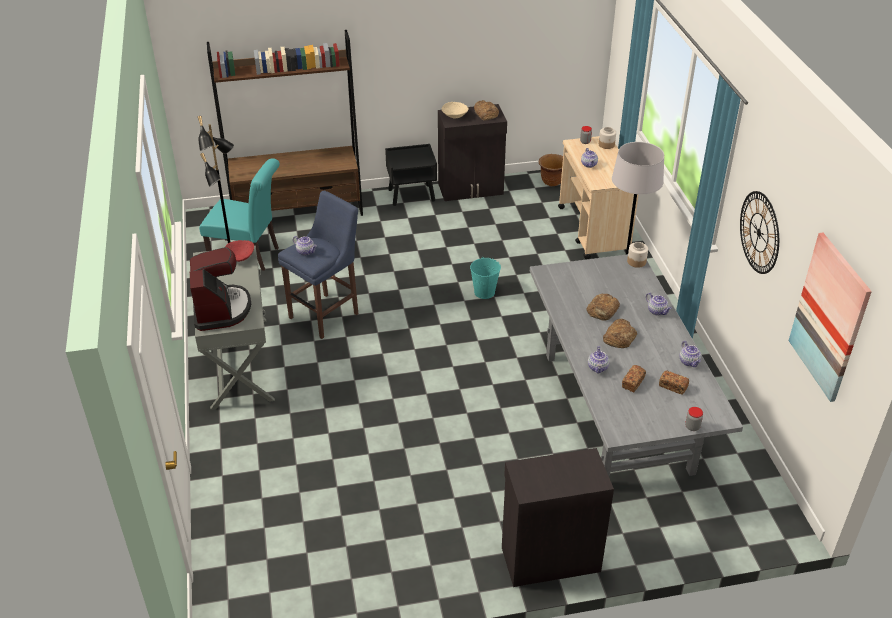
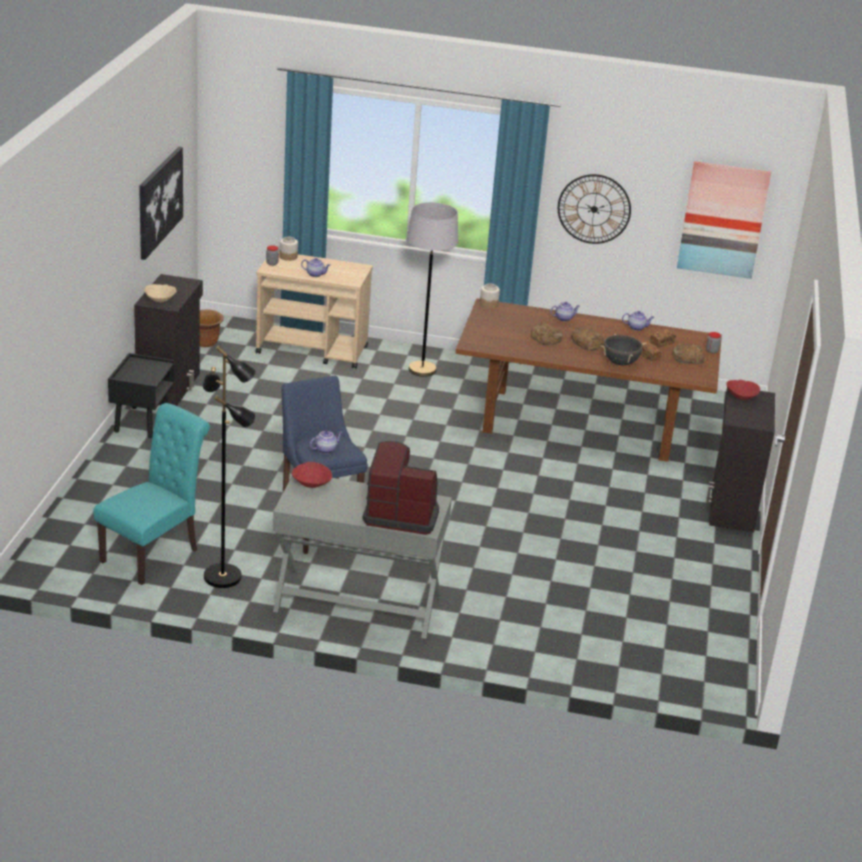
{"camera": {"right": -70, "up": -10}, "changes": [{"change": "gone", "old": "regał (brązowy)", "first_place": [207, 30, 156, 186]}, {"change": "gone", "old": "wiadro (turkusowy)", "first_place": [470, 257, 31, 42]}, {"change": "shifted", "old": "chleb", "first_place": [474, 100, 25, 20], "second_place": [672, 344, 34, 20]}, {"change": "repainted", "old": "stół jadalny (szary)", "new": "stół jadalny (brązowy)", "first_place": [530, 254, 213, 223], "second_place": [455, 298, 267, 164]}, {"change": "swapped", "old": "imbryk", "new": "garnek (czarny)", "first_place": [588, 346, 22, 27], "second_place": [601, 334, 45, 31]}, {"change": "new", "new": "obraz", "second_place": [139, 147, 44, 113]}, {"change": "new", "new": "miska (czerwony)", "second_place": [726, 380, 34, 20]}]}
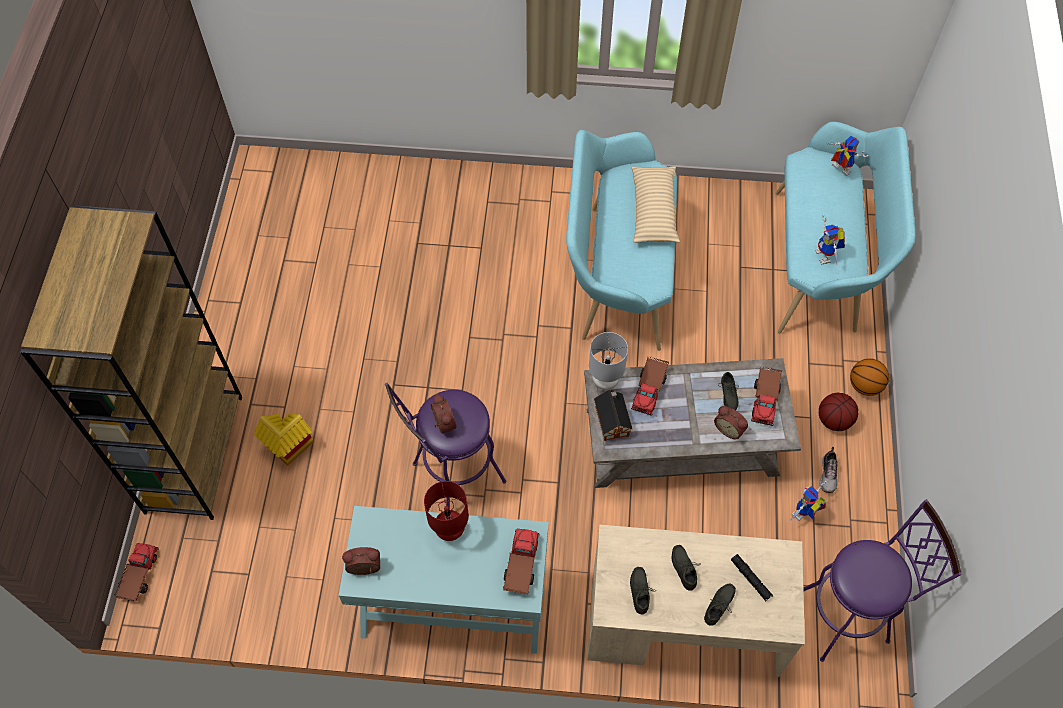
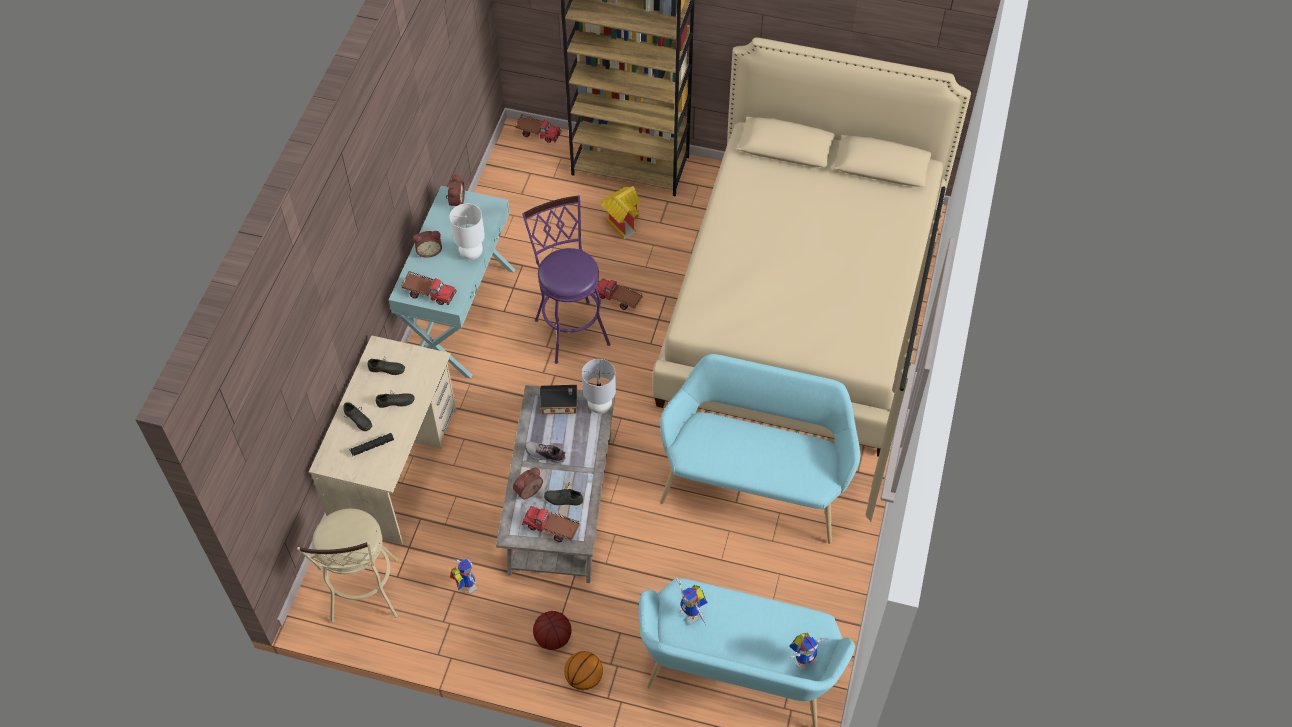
{"camera": {"right": 100, "up": -5}, "changes": [{"change": "repainted", "old": "lampa stołowa (czerwony)", "new": "lampa stołowa (biały)", "first_place": [424, 481, 45, 60], "second_place": [449, 203, 36, 57]}, {"change": "shifted", "old": "budzik", "first_place": [431, 394, 25, 40], "second_place": [413, 231, 29, 27]}, {"change": "gone", "old": "poduszka (beżowy)", "first_place": [631, 166, 49, 77]}, {"change": "shifted", "old": "ciężarówka zabawkowa", "first_place": [631, 357, 38, 59], "second_place": [594, 279, 49, 31]}, {"change": "repainted", "old": "stołek (fioletowy)", "new": "stołek (beżowy)", "first_place": [803, 499, 159, 163], "second_place": [297, 508, 101, 115]}, {"change": "rotated", "old": "robot zabawkowy", "first_place": [815, 214, 30, 51], "second_place": [676, 578, 32, 47], "degrees": -120}, {"change": "shifted", "old": "but", "first_place": [820, 447, 18, 46], "second_place": [525, 442, 41, 22]}, {"change": "new", "new": "łóżko (beżowy)", "second_place": [652, 37, 319, 420]}]}
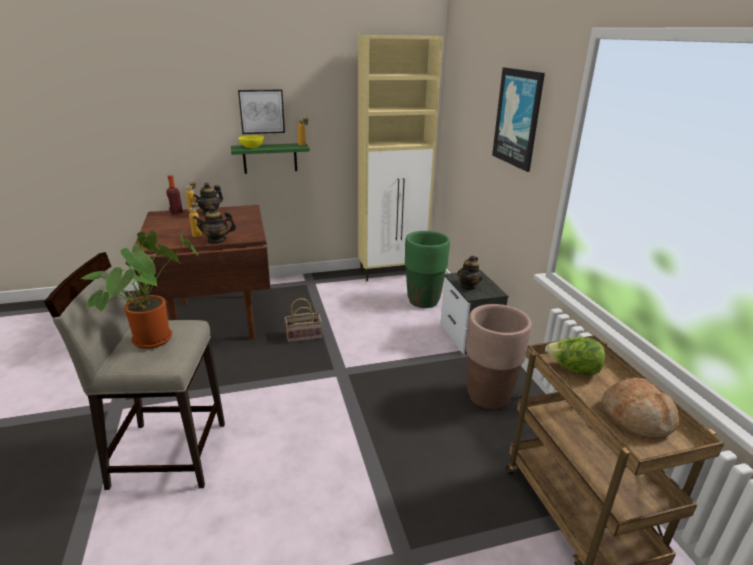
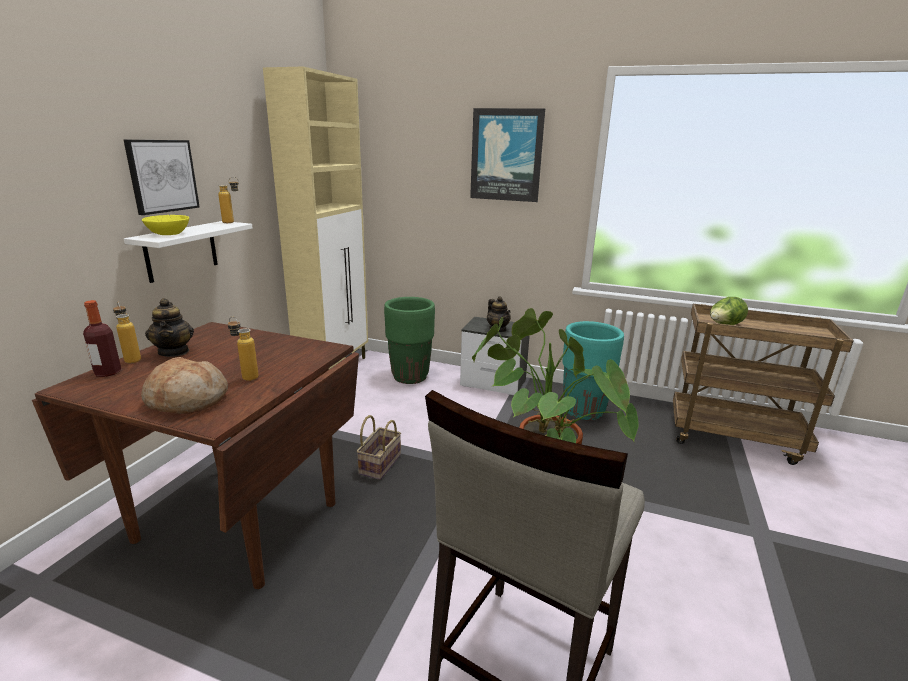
{"camera": {"right": -55, "up": -5}, "changes": [{"change": "gone", "old": "imbryk", "first_place": [193, 206, 43, 38]}, {"change": "repainted", "old": "półka (zielony)", "new": "półka (biały)", "first_place": [231, 143, 79, 31], "second_place": [124, 221, 129, 62]}, {"change": "repainted", "old": "donica (brązowy)", "new": "donica (turkusowy)", "first_place": [466, 304, 66, 106], "second_place": [562, 321, 62, 99]}, {"change": "shifted", "old": "chleb", "first_place": [602, 377, 77, 62], "second_place": [141, 357, 87, 57]}]}
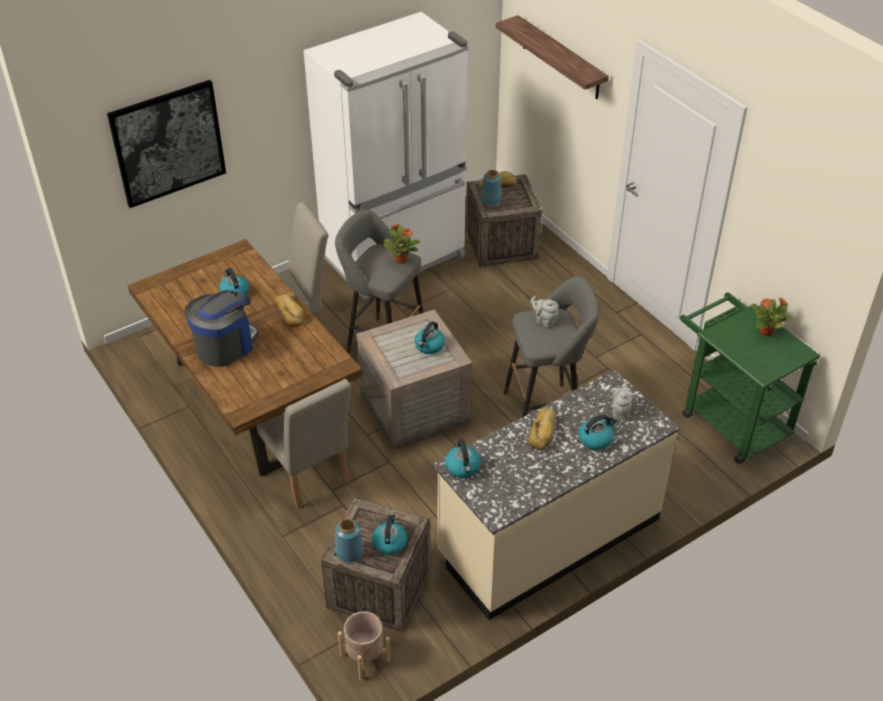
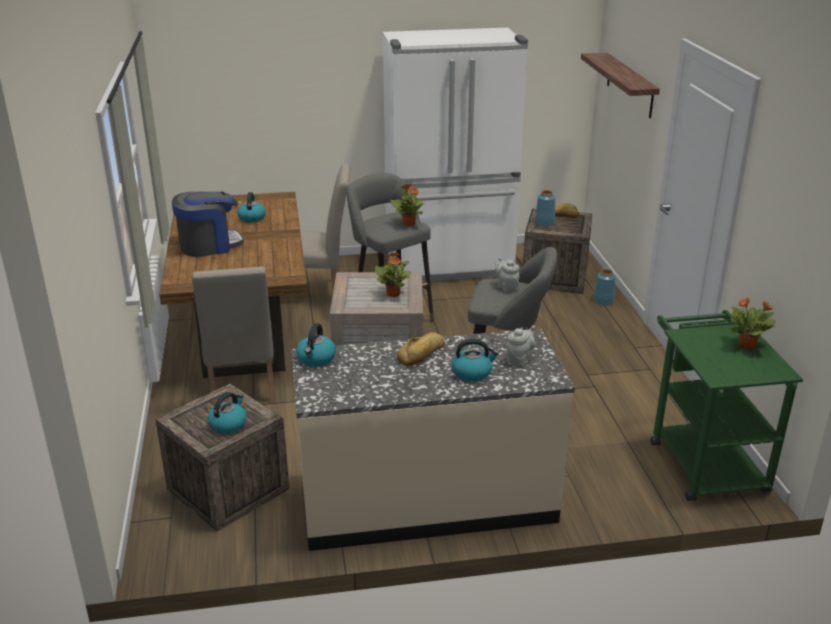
{"camera": {"right": 25, "up": -15}, "changes": [{"change": "gone", "old": "obraz", "first_place": [107, 80, 119, 128]}, {"change": "gone", "old": "chleb", "first_place": [276, 294, 28, 33]}, {"change": "shifted", "old": "wazon (niebieski)", "first_place": [336, 519, 28, 44], "second_place": [593, 269, 22, 37]}, {"change": "gone", "old": "donica (beżowy)", "first_place": [338, 611, 53, 69]}, {"change": "swapped", "old": "czajnik", "new": "roślina doniczkowa", "first_place": [415, 321, 30, 33], "second_place": [375, 252, 36, 45]}]}
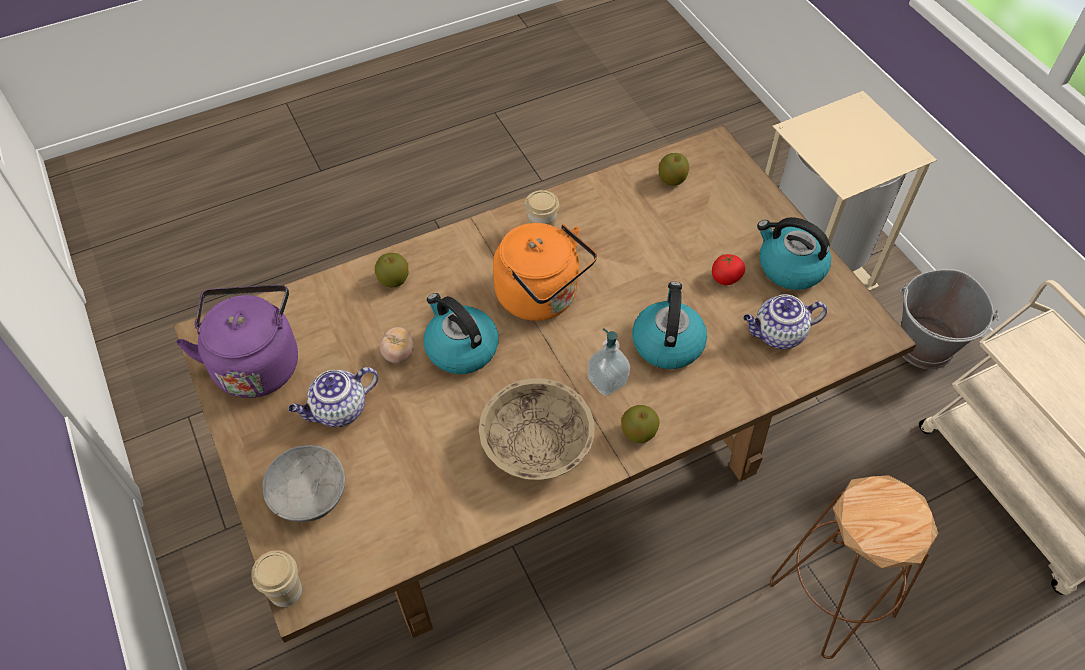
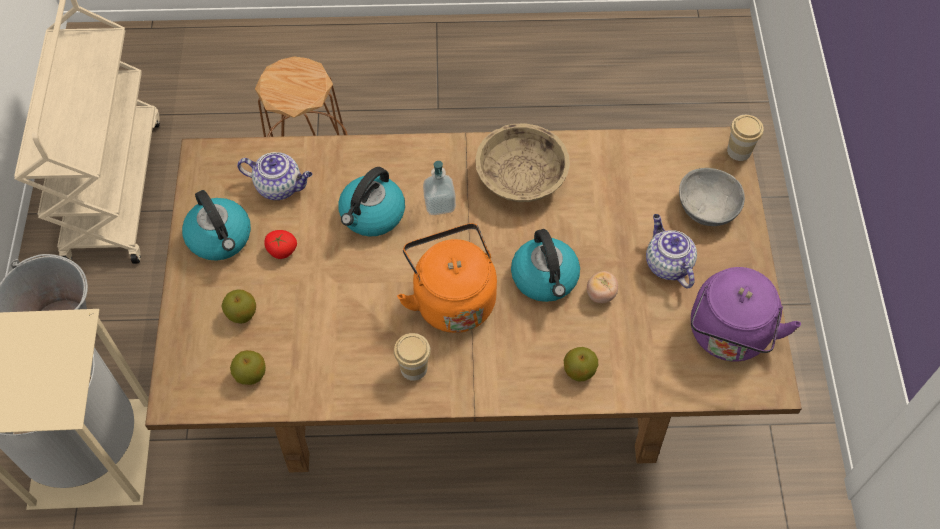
{"camera": {"right": -155, "up": 5}, "changes": [{"change": "rotated", "old": "imbryk", "first_place": [288, 367, 90, 60], "second_place": [646, 214, 51, 74], "degrees": -105}, {"change": "shifted", "old": "jabłko", "first_place": [621, 405, 38, 38], "second_place": [221, 289, 35, 35]}]}
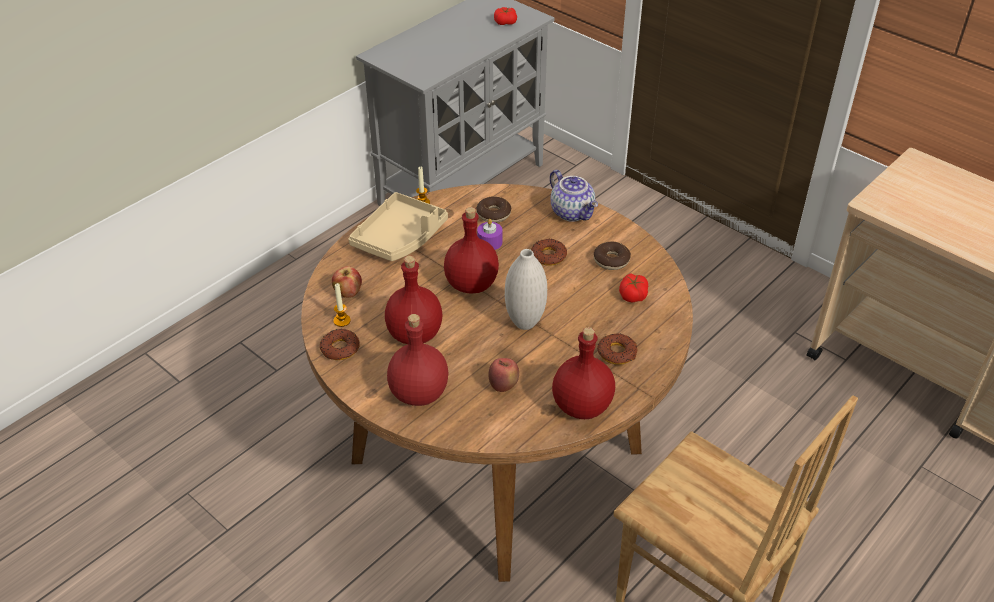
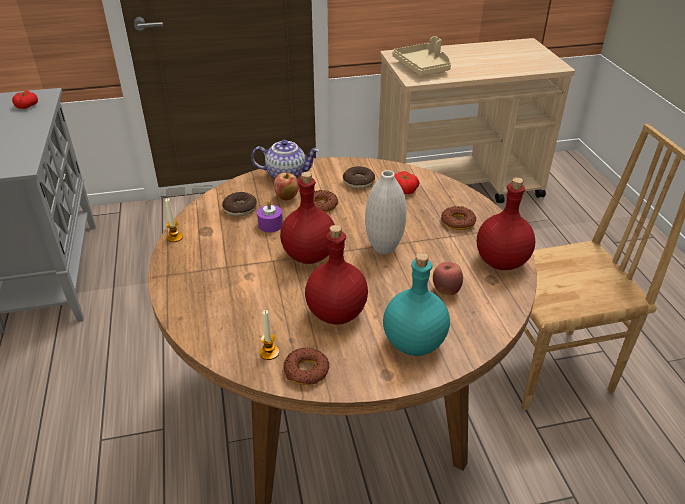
{"camera": {"right": -55, "up": -5}, "changes": [{"change": "shifted", "old": "jabłko", "first_place": [332, 266, 30, 32], "second_place": [274, 173, 25, 28]}, {"change": "shifted", "old": "taca (beżowy)", "first_place": [348, 192, 100, 69], "second_place": [393, 36, 58, 40]}, {"change": "repainted", "old": "butelka (czerwony)", "new": "butelka (turkusowy)", "first_place": [387, 314, 61, 92], "second_place": [383, 253, 67, 103]}]}
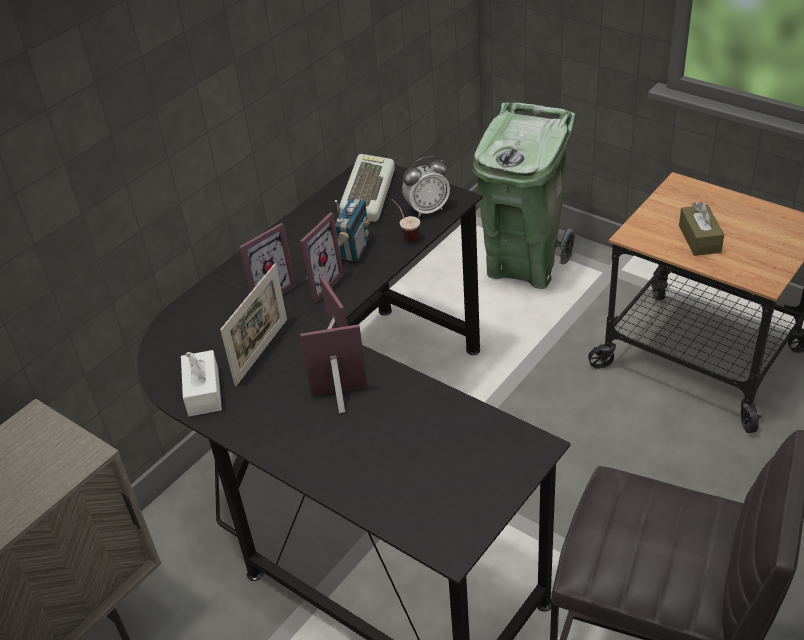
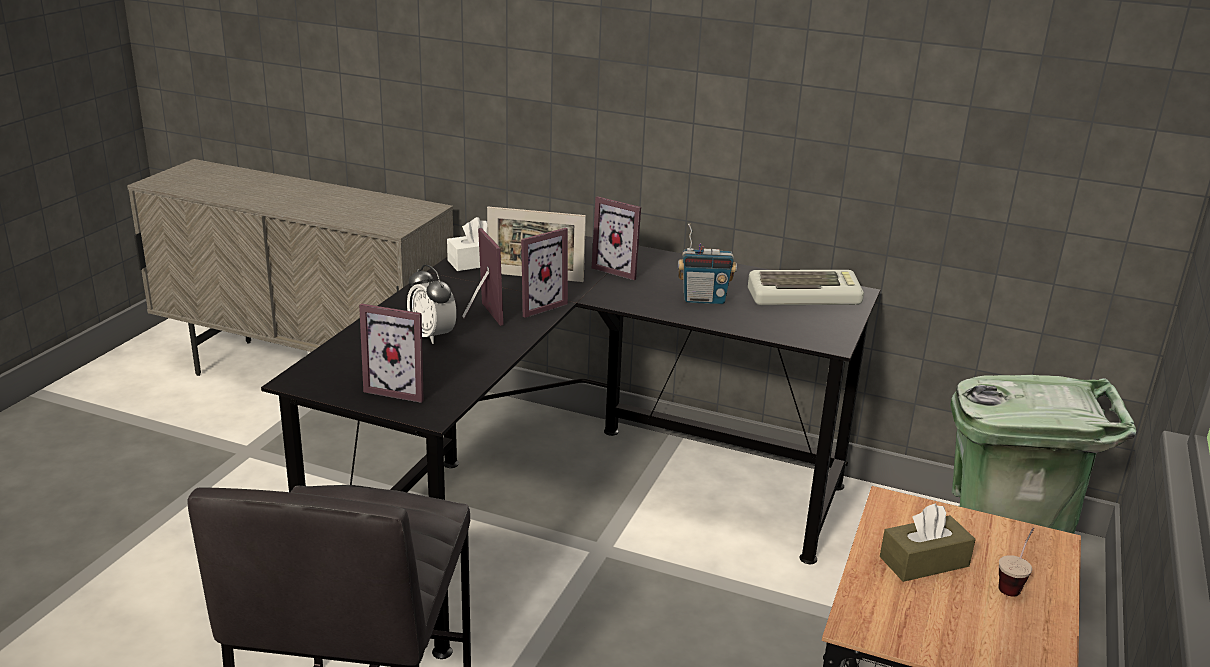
{"camera": {"right": 70, "up": -15}, "changes": [{"change": "shifted", "old": "ramka na zdjęcie", "first_place": [300, 212, 44, 92], "second_place": [359, 304, 65, 99]}, {"change": "shifted", "old": "filiżanka", "first_place": [392, 199, 28, 44], "second_place": [998, 527, 36, 70]}, {"change": "shifted", "old": "budzik", "first_place": [402, 156, 48, 61], "second_place": [407, 265, 50, 79]}]}
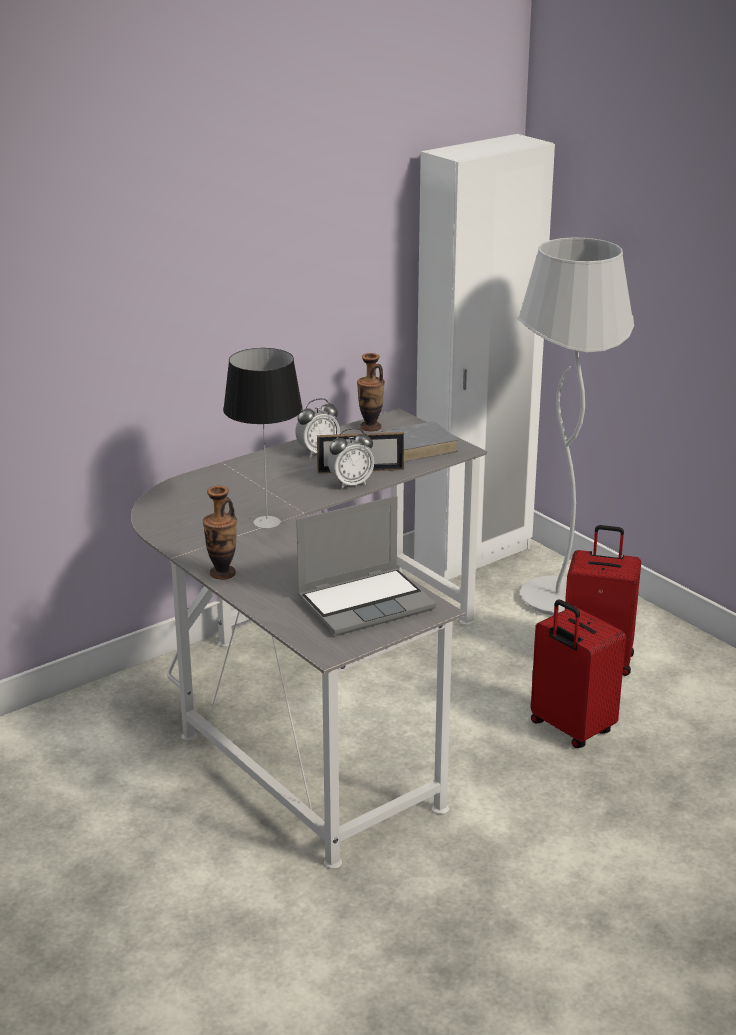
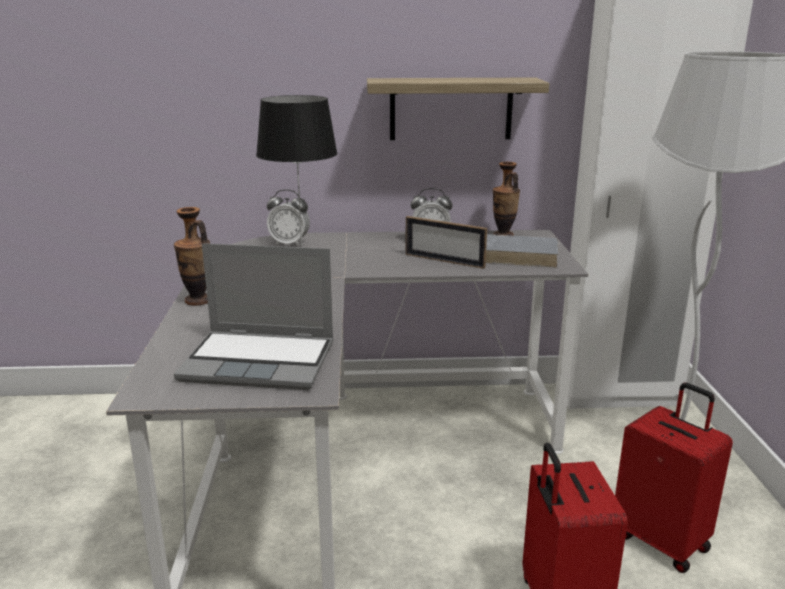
{"camera": {"right": 35, "up": -5}, "changes": [{"change": "shifted", "old": "budzik", "first_place": [328, 428, 46, 61], "second_place": [267, 189, 43, 58]}, {"change": "new", "new": "półka", "second_place": [367, 78, 182, 62]}]}
